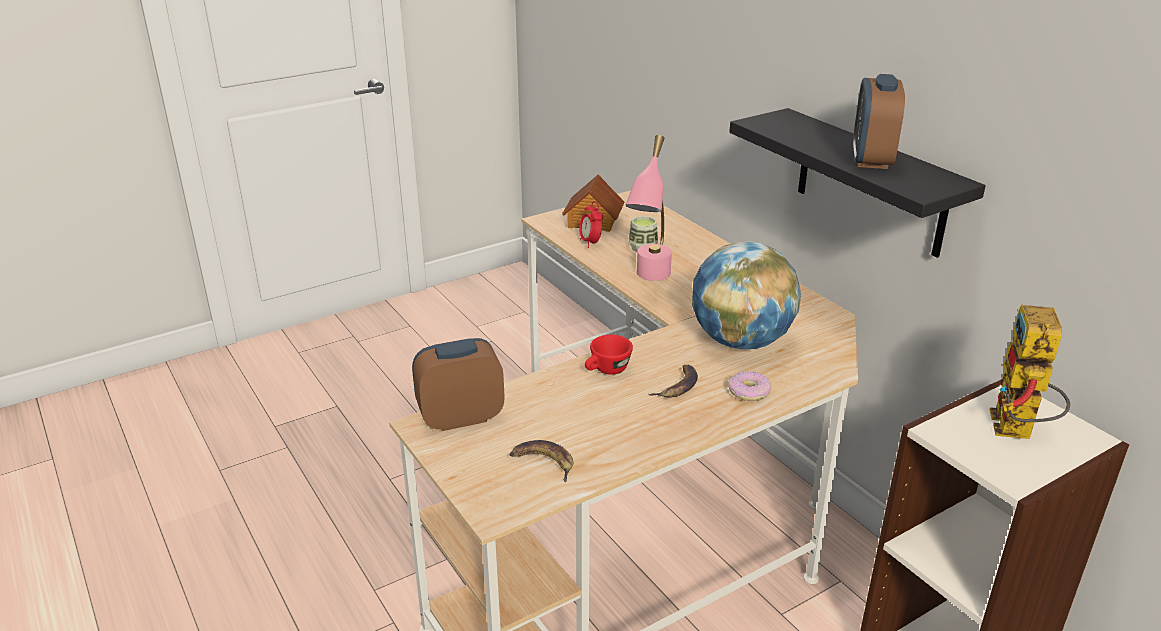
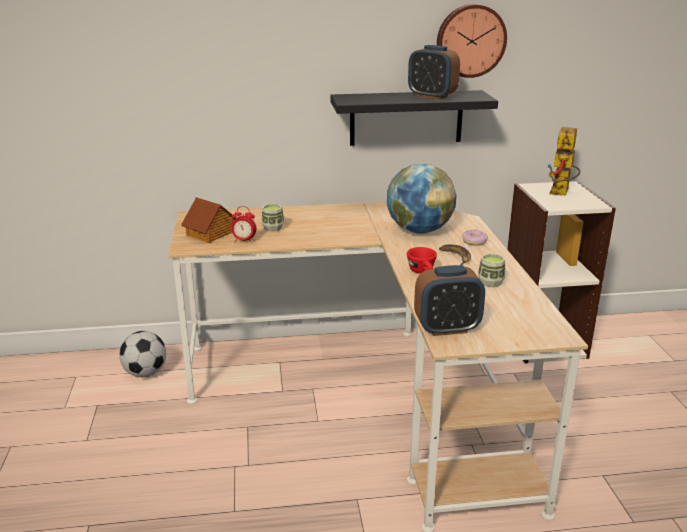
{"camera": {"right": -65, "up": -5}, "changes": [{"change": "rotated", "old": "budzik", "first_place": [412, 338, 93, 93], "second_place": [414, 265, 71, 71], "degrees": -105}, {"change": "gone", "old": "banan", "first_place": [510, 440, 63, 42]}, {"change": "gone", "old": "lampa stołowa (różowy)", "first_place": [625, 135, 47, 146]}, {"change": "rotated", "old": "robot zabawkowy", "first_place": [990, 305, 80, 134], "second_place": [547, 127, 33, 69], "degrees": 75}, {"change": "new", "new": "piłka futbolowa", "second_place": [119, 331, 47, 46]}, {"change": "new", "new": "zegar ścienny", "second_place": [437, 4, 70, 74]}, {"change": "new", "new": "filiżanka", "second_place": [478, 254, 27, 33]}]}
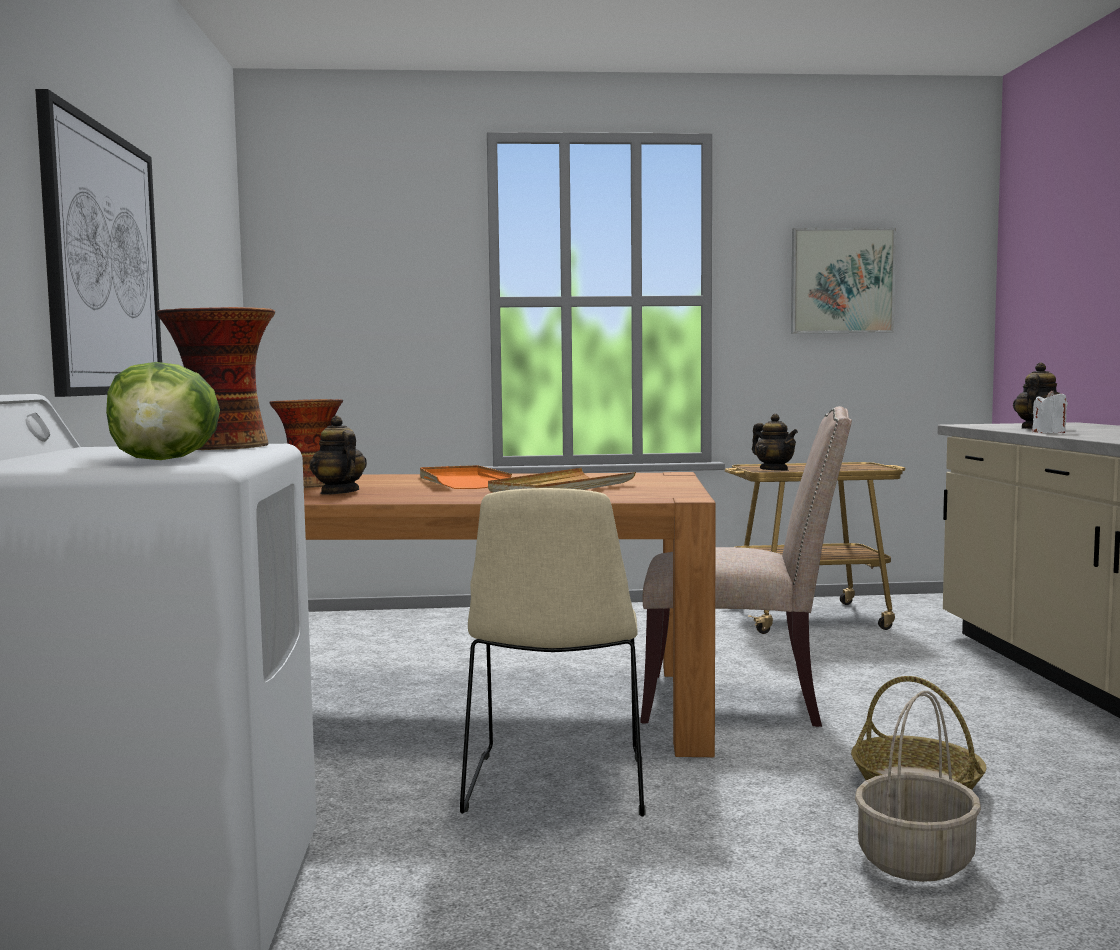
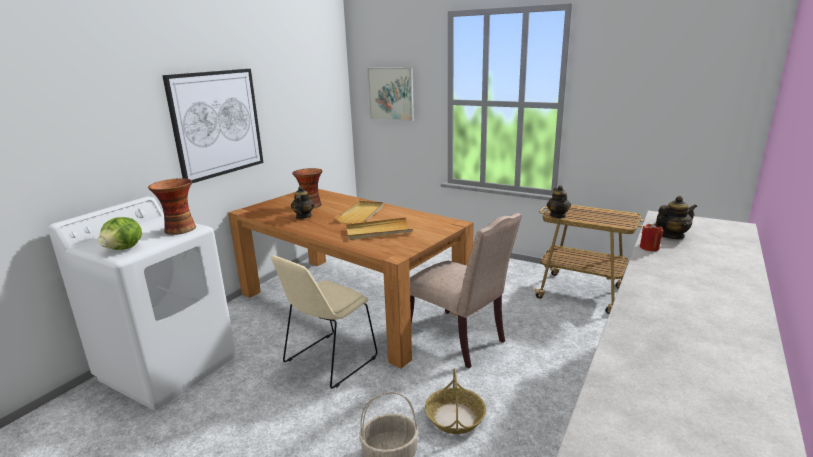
{"camera": {"right": 35, "up": 15}, "changes": [{"change": "repainted", "old": "taca (pomarańczowy)", "new": "taca (beżowy)", "first_place": [420, 465, 92, 24], "second_place": [335, 201, 49, 23]}, {"change": "shifted", "old": "obraz", "first_place": [791, 228, 105, 106], "second_place": [367, 68, 47, 53]}, {"change": "repainted", "old": "świeca (biały)", "new": "świeca (czerwony)", "first_place": [1032, 391, 35, 42], "second_place": [640, 223, 23, 28]}]}
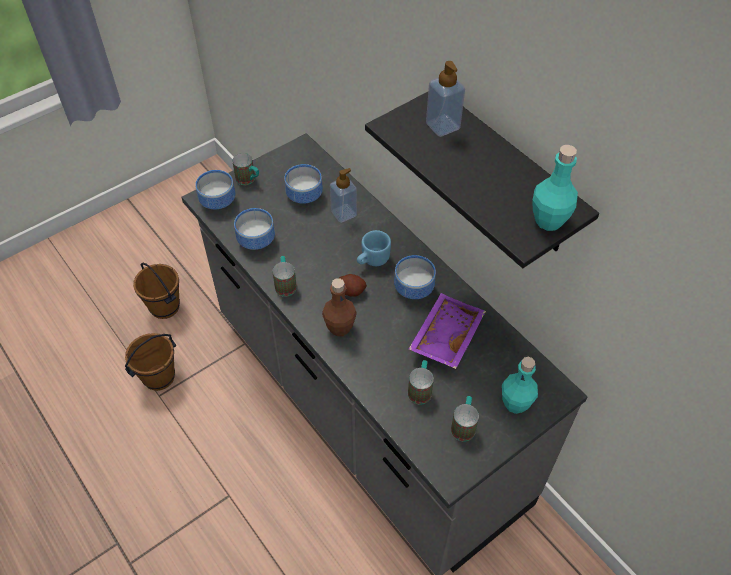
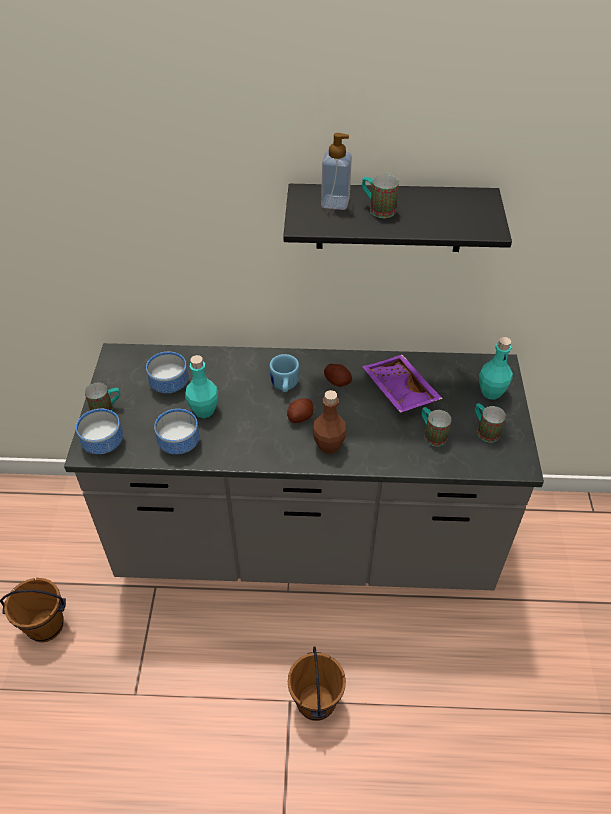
{"camera": {"right": -50, "up": -5}, "changes": [{"change": "shifted", "old": "wiadro (brązowy)", "first_place": [125, 333, 51, 58], "second_place": [288, 646, 58, 75]}, {"change": "shifted", "old": "kubek", "first_place": [272, 256, 25, 41], "second_place": [362, 174, 37, 44]}, {"change": "gone", "old": "dozownik mydła", "first_place": [330, 168, 27, 55]}, {"change": "swapped", "old": "miska", "new": "ziemniak", "first_place": [394, 255, 42, 44], "second_place": [324, 364, 28, 23]}, {"change": "shifted", "old": "butelka (turkusowy)", "first_place": [533, 145, 45, 86], "second_place": [185, 355, 33, 63]}]}
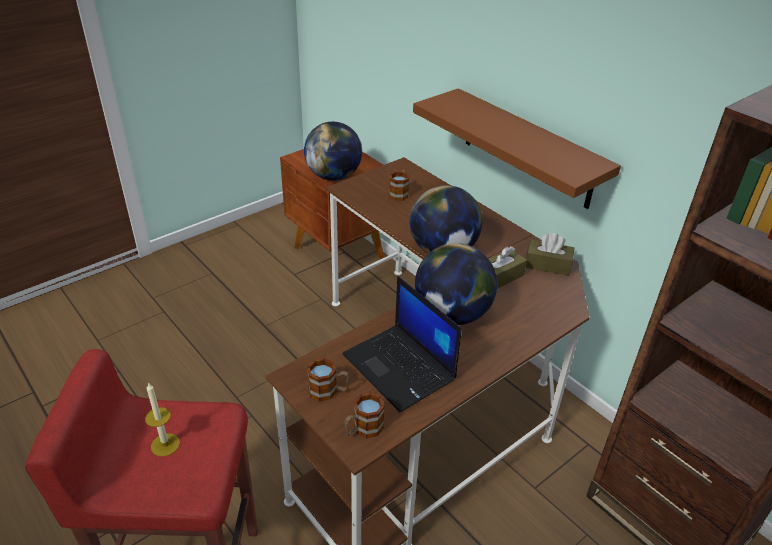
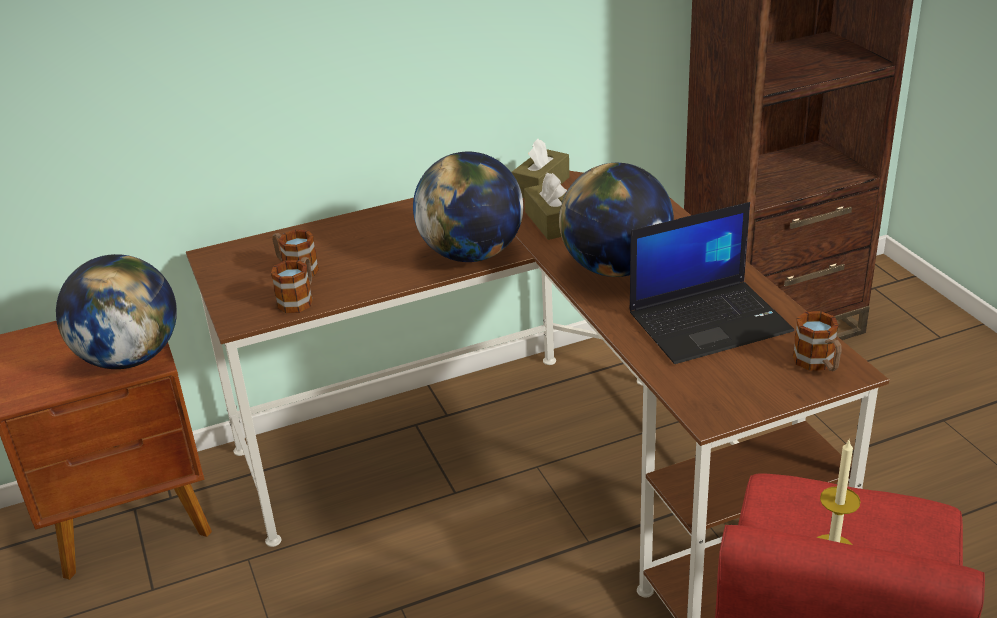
{"camera": {"right": -70, "up": -5}, "changes": [{"change": "shifted", "old": "kubek", "first_place": [307, 358, 43, 44], "second_place": [271, 257, 42, 56]}, {"change": "gone", "old": "półka (brązowy)", "first_place": [413, 88, 208, 121]}]}
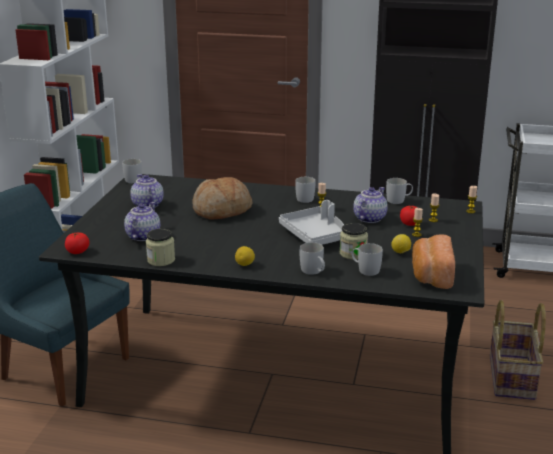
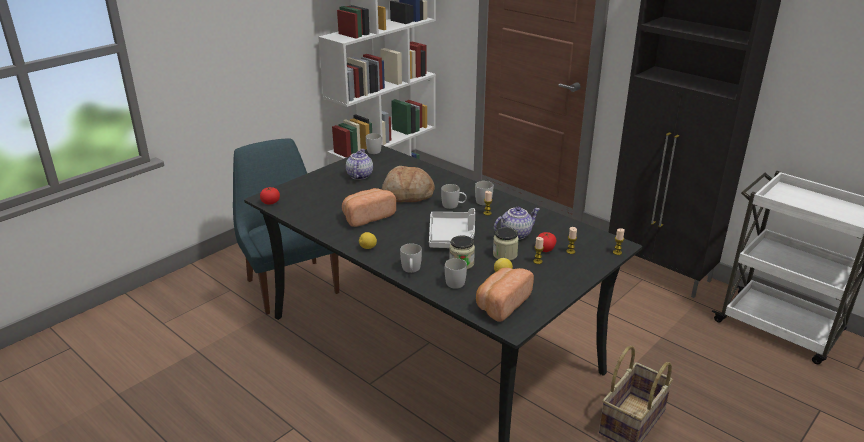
{"camera": {"right": 30, "up": 5}, "changes": [{"change": "gone", "old": "imbryk", "first_place": [124, 202, 36, 39]}, {"change": "shifted", "old": "słoik", "first_place": [146, 229, 29, 37], "second_place": [493, 227, 26, 34]}, {"change": "shifted", "old": "kubek (biały)", "first_place": [386, 178, 27, 26], "second_place": [441, 184, 26, 25]}, {"change": "new", "new": "chleb", "second_place": [342, 188, 54, 39]}]}
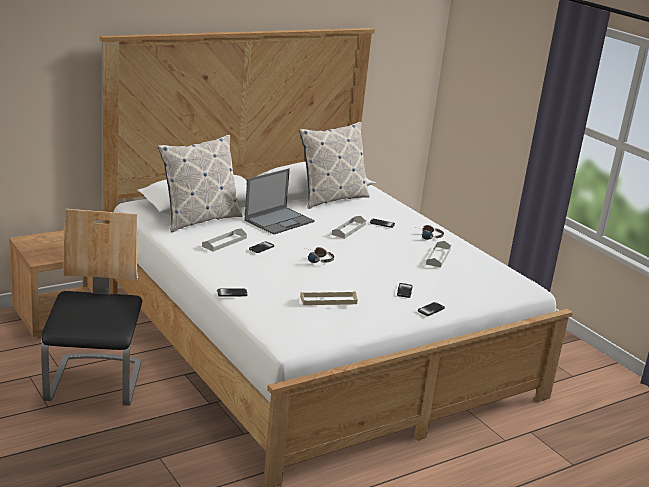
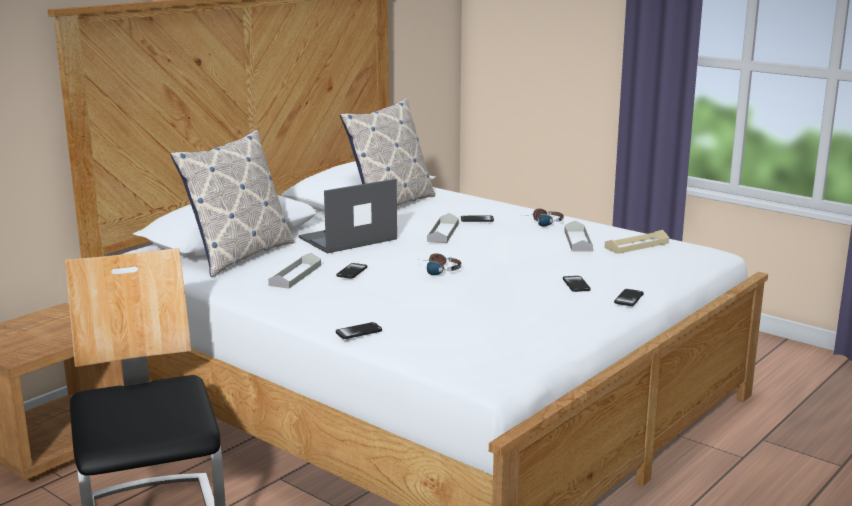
{"camera": {"right": -15, "up": -5}, "changes": [{"change": "rotated", "old": "laptop", "first_place": [244, 168, 71, 67], "second_place": [299, 179, 98, 74], "degrees": -150}, {"change": "shifted", "old": "taca (beżowy)", "first_place": [300, 291, 58, 14], "second_place": [605, 230, 64, 24]}]}
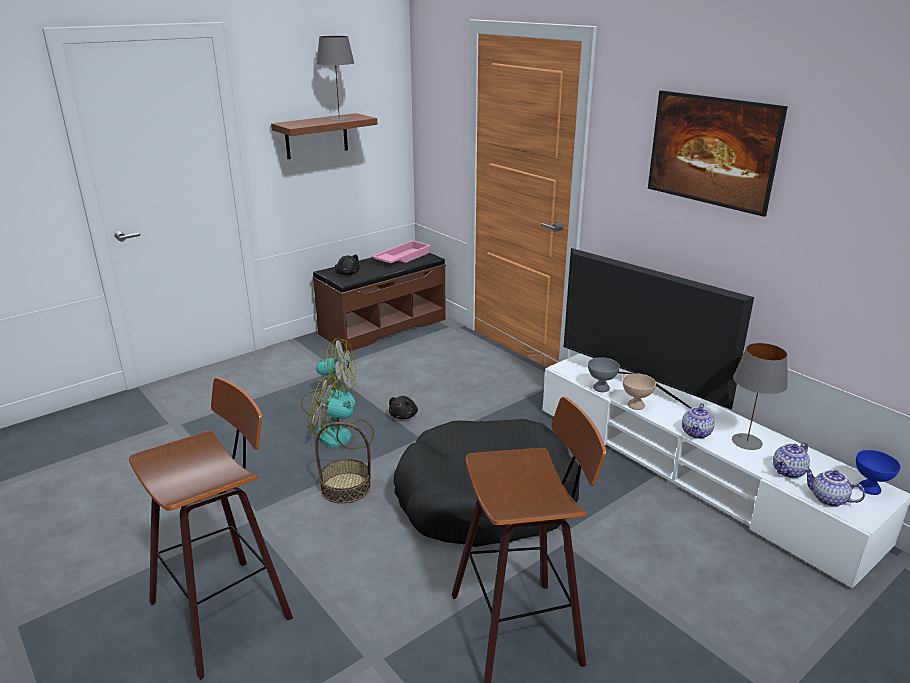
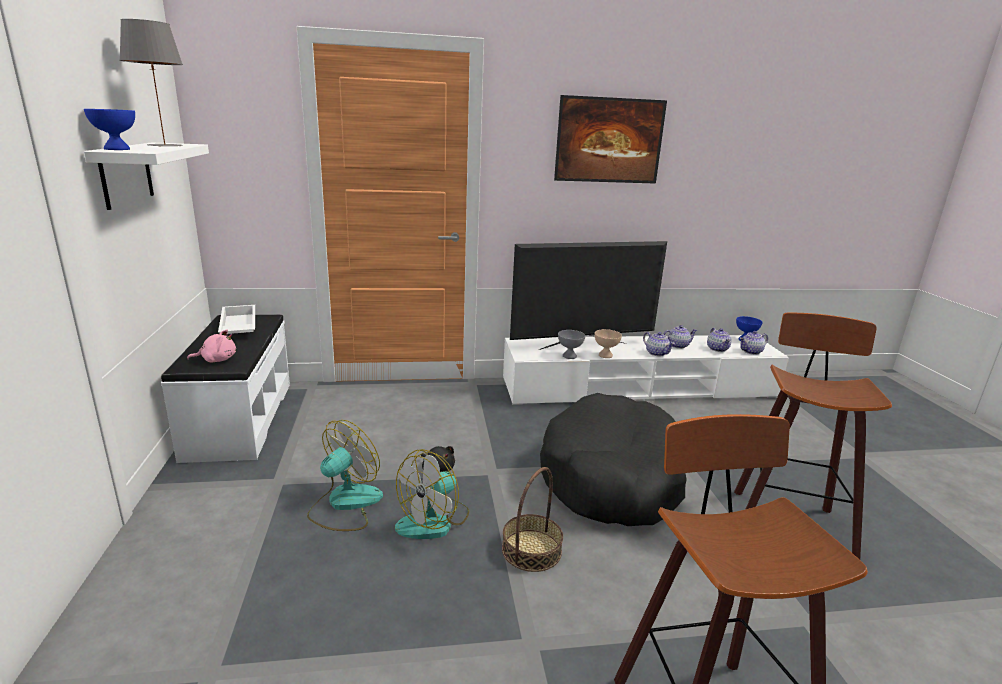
{"camera": {"right": -60, "up": -5}, "changes": [{"change": "repainted", "old": "półka (brązowy)", "new": "półka (biały)", "first_place": [271, 113, 106, 46], "second_place": [84, 142, 125, 68]}, {"change": "repainted", "old": "ławka (brązowy)", "new": "ławka (biały)", "first_place": [313, 252, 133, 101], "second_place": [161, 315, 129, 148]}, {"change": "repainted", "old": "pluszak (czarny)", "new": "pluszak (różowy)", "first_place": [335, 254, 25, 22], "second_place": [187, 329, 49, 33]}, {"change": "repainted", "old": "taca (różowy)", "new": "taca (biały)", "first_place": [372, 240, 59, 23], "second_place": [218, 305, 37, 29]}, {"change": "swapped", "old": "lampa stołowa (szary)", "new": "imbryk", "first_place": [732, 343, 56, 107], "second_place": [663, 325, 34, 24]}, {"change": "new", "new": "miska (niebieski)", "second_place": [84, 109, 51, 41]}]}
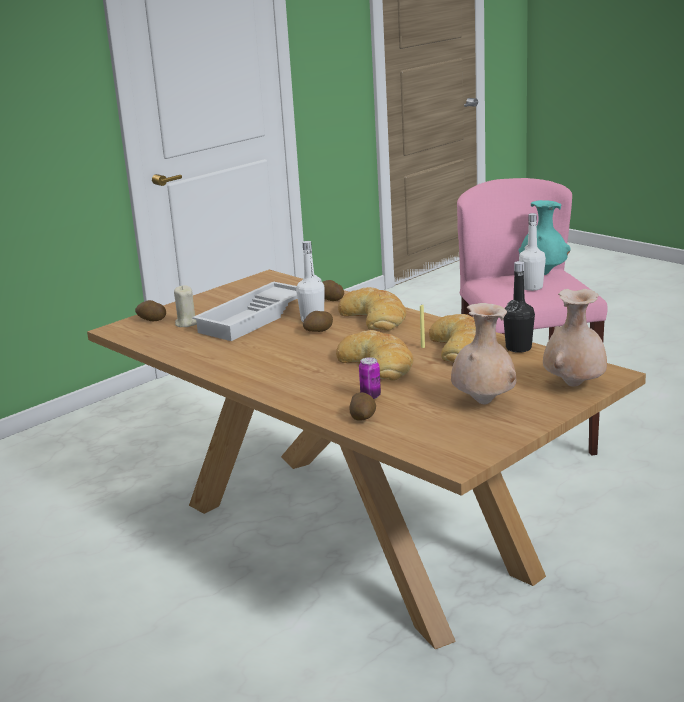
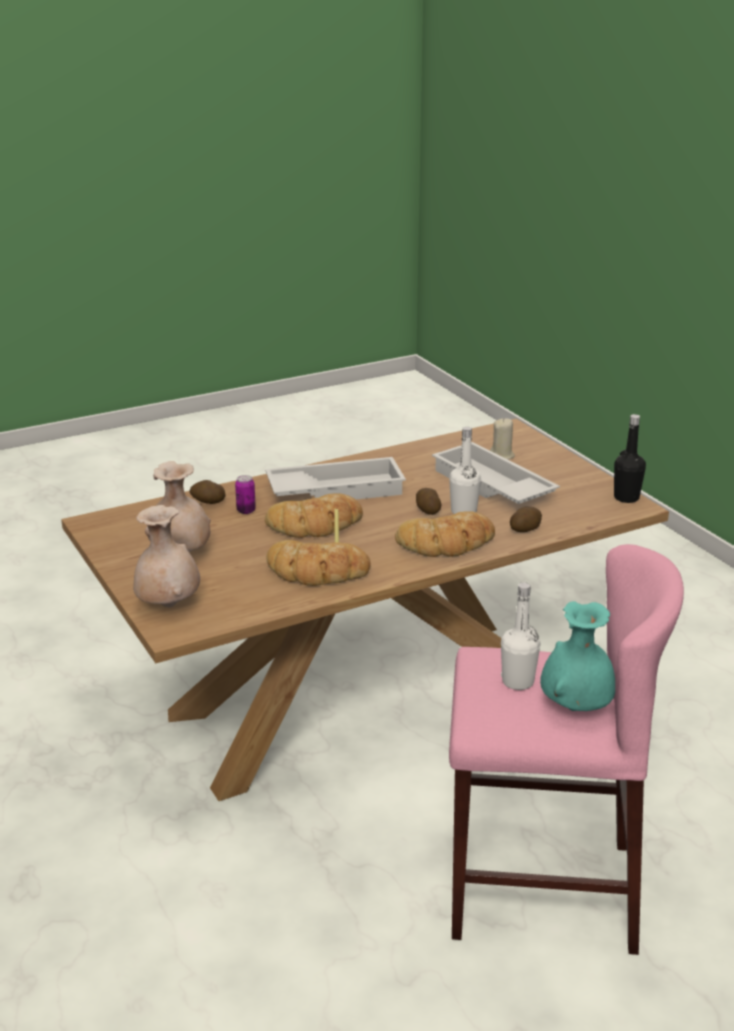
{"camera": {"right": 105, "up": 5}, "changes": [{"change": "gone", "old": "ziemniak", "first_place": [135, 300, 31, 21]}, {"change": "shifted", "old": "butelka (czarny)", "first_place": [503, 261, 32, 92], "second_place": [614, 414, 32, 89]}, {"change": "new", "new": "taca (biały)", "second_place": [265, 457, 141, 42]}]}
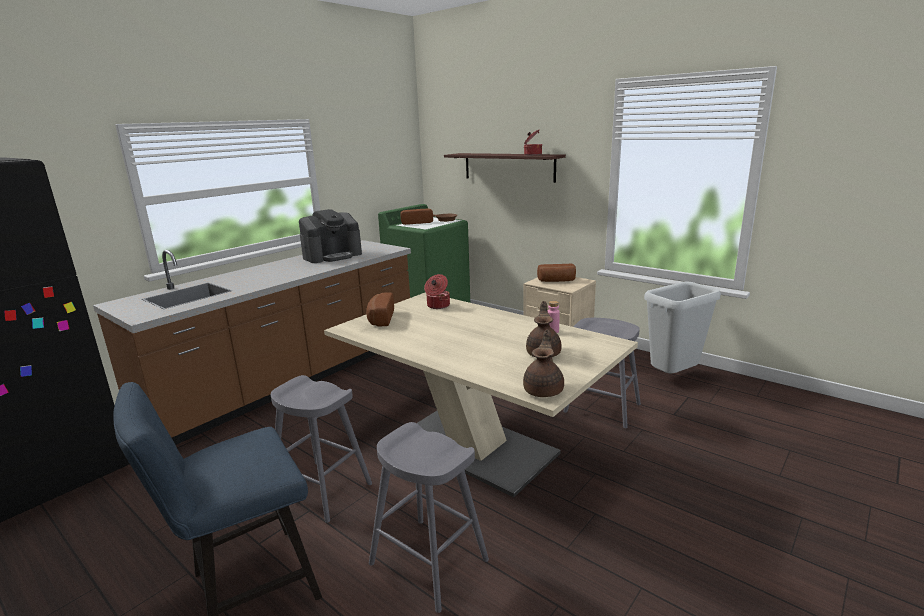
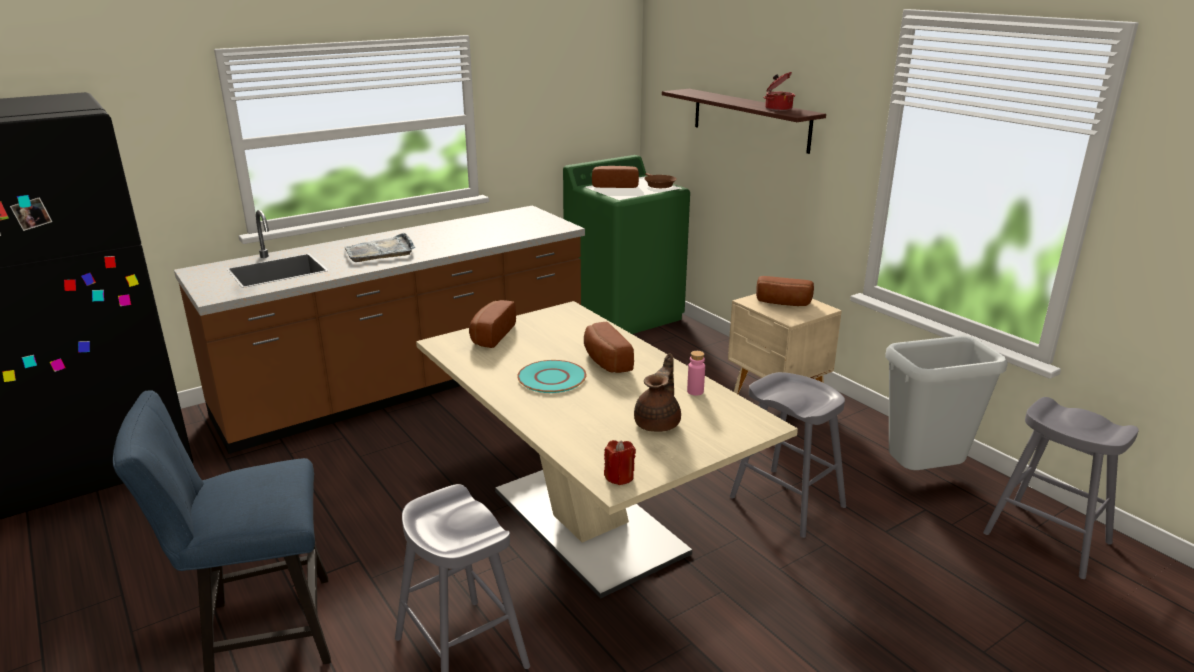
{"camera": {"right": 15, "up": 5}, "changes": [{"change": "shifted", "old": "stołek (szary)", "first_place": [271, 375, 101, 148], "second_place": [983, 397, 156, 182]}, {"change": "gone", "old": "ekspres do kawy", "first_place": [299, 209, 63, 54]}, {"change": "gone", "old": "garnek", "first_place": [424, 274, 26, 35]}, {"change": "swapped", "old": "imbryk (brązowy)", "new": "świeca (czerwony)", "first_place": [523, 329, 41, 68], "second_place": [604, 440, 32, 45]}, {"change": "new", "new": "taca (szary)", "second_place": [344, 233, 71, 29]}, {"change": "new", "new": "talerz (turkusowy)", "second_place": [517, 360, 69, 33]}, {"change": "new", "new": "chleb", "second_place": [584, 322, 50, 51]}]}
